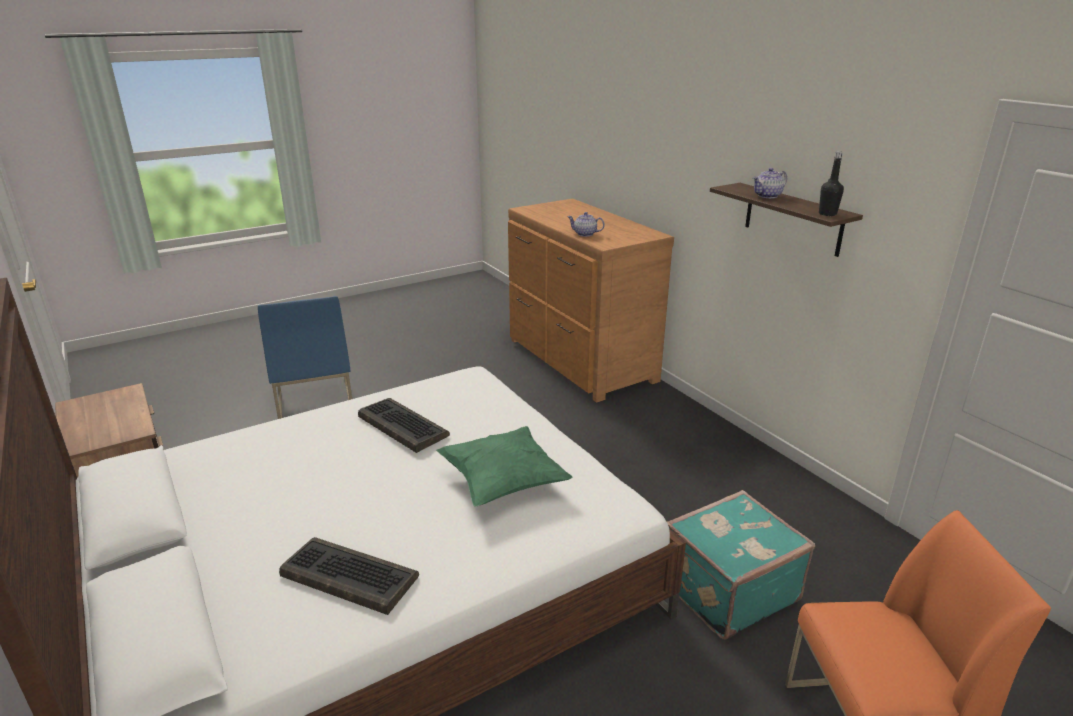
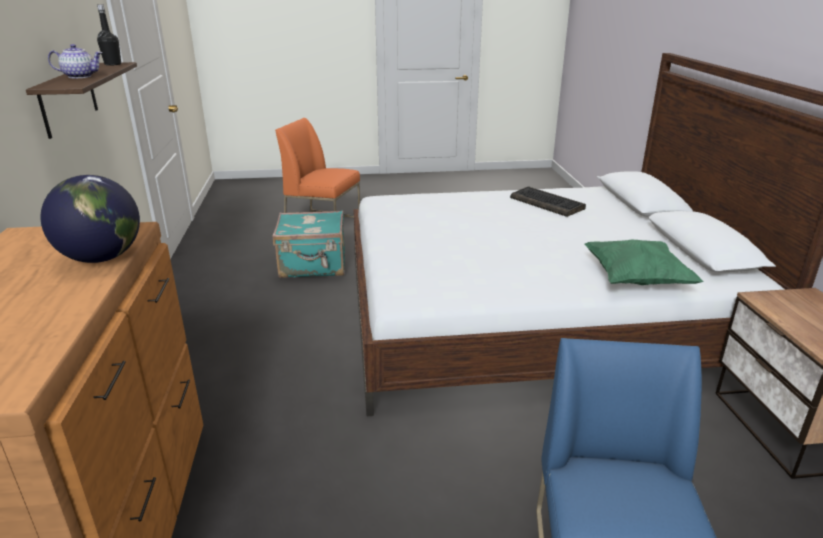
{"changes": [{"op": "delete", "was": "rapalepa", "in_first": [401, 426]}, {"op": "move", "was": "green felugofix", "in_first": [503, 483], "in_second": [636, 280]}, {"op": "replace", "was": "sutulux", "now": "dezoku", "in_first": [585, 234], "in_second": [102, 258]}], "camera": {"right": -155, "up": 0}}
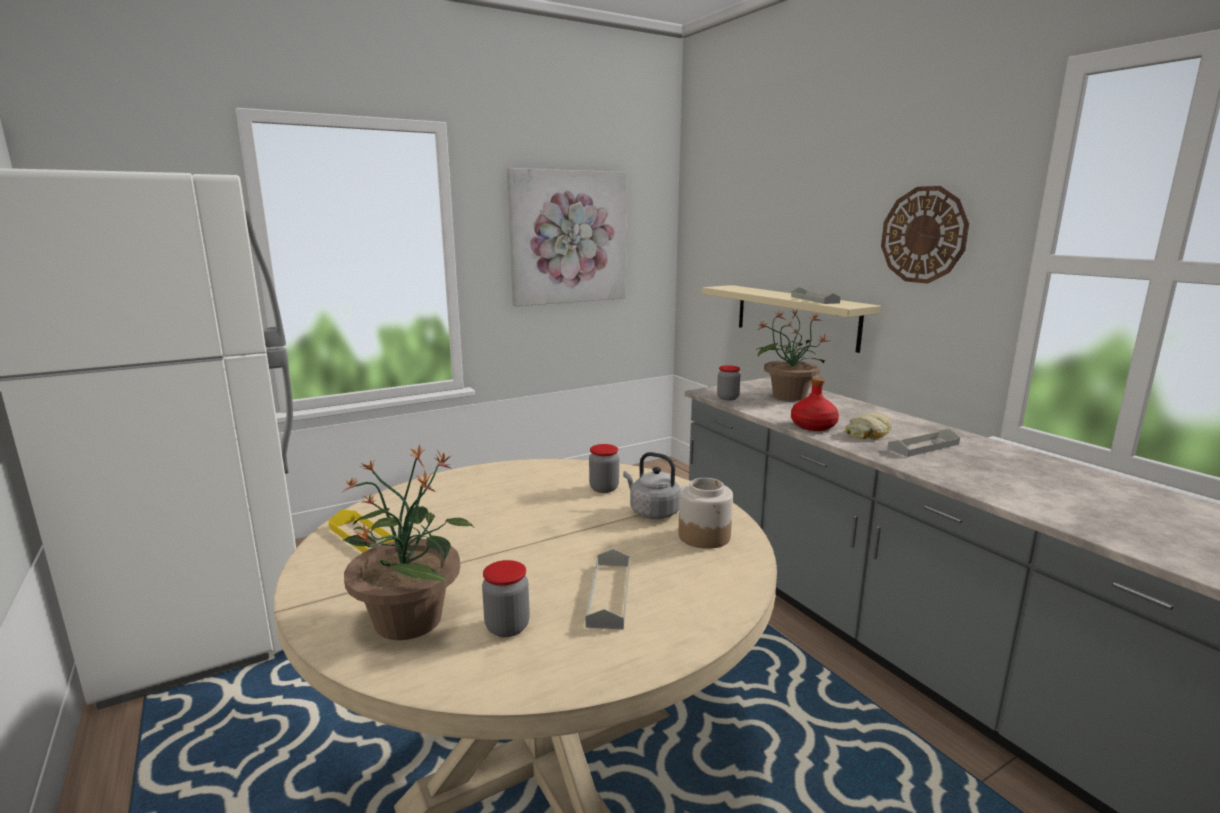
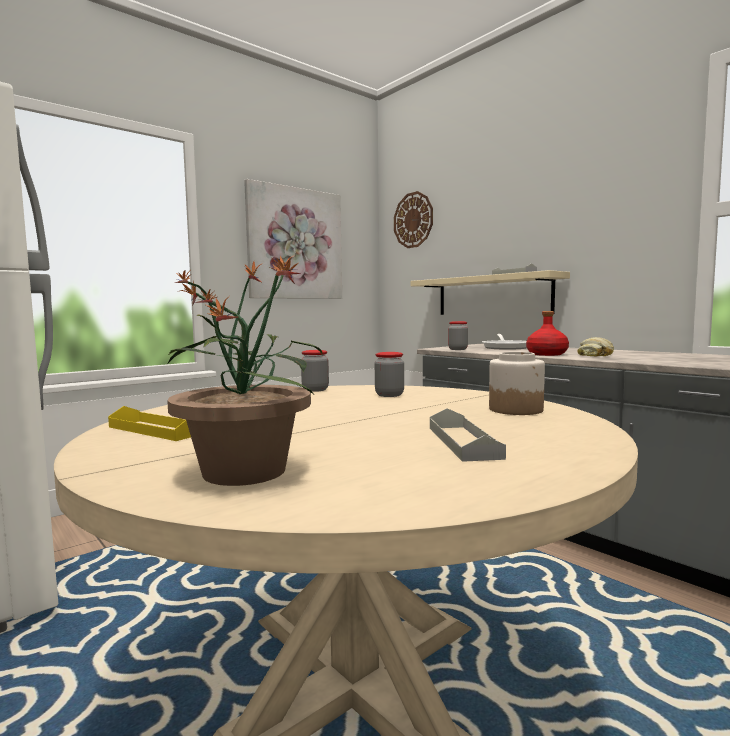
{"changes": [{"op": "move", "was": "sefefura", "in_first": [507, 627], "in_second": [315, 390]}, {"op": "delete", "was": "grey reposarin", "in_first": [652, 512]}, {"op": "replace", "was": "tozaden", "now": "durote", "in_first": [788, 396], "in_second": [506, 347]}, {"op": "move", "was": "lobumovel", "in_first": [923, 235], "in_second": [413, 220]}, {"op": "delete", "was": "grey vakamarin", "in_first": [923, 447]}], "camera": {"right": -10, "up": -10}}
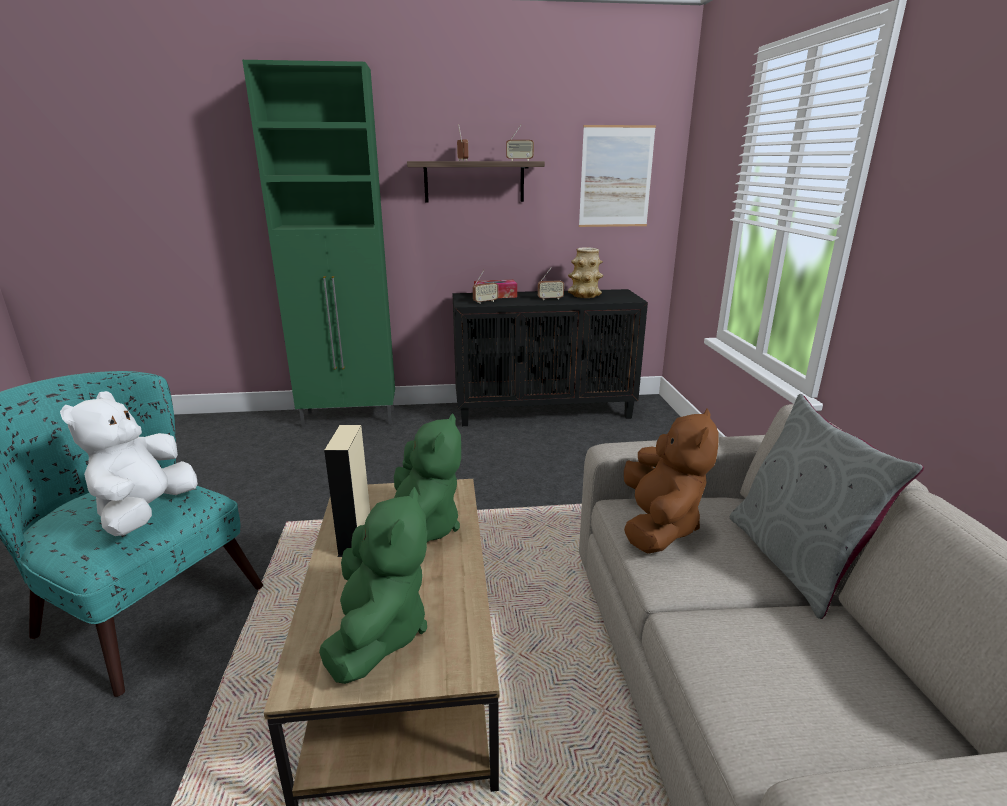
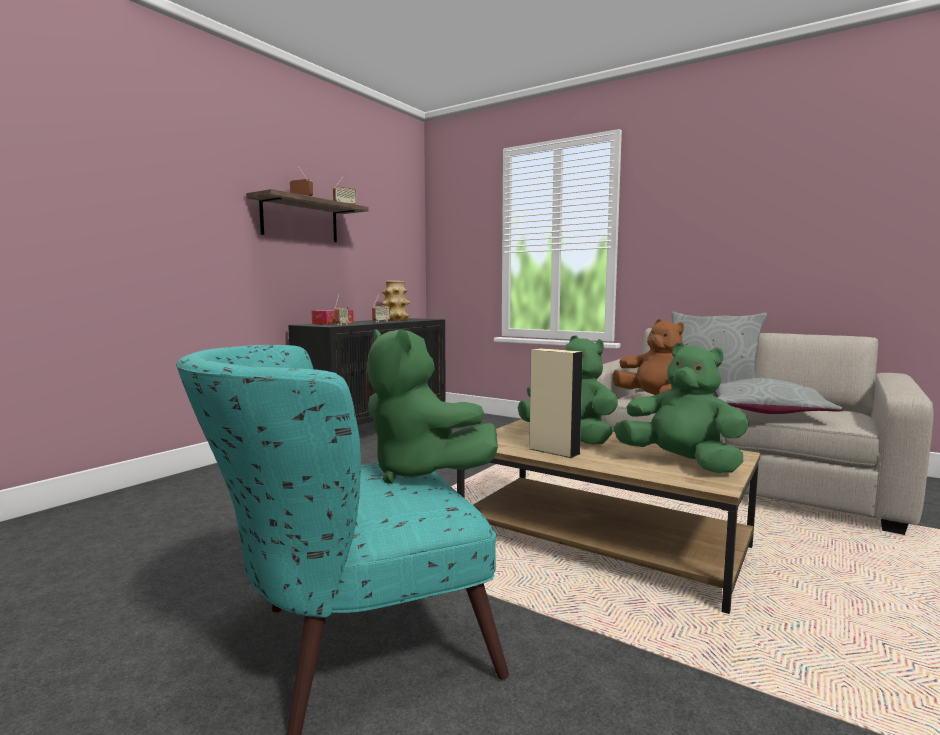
{"changes": [{"op": "recolor", "was": "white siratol", "now": "green siratol", "in_first": [146, 513], "in_second": [420, 472]}, {"op": "delete", "was": "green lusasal", "in_first": [350, 418]}, {"op": "delete", "was": "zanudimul", "in_first": [616, 177]}, {"op": "insert", "now": "grey felugofix", "in_second": [764, 411]}], "camera": {"right": -50, "up": -15}}
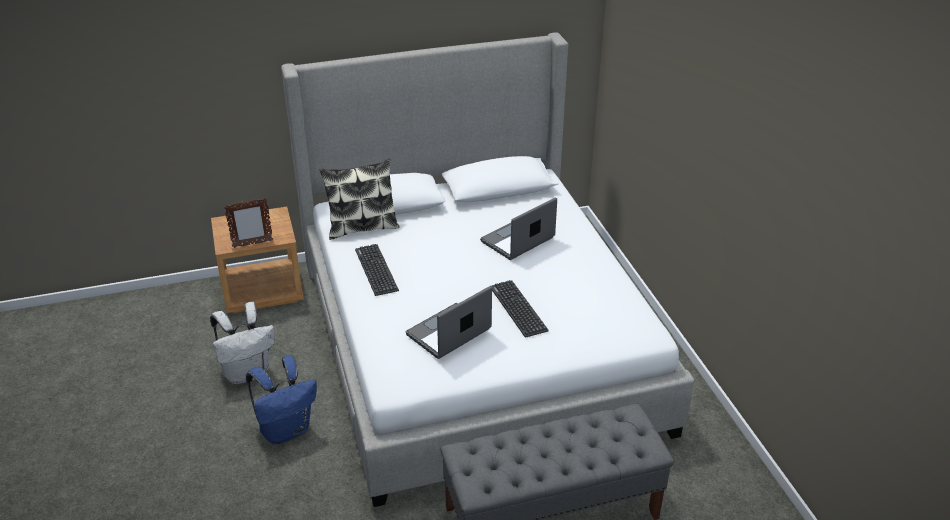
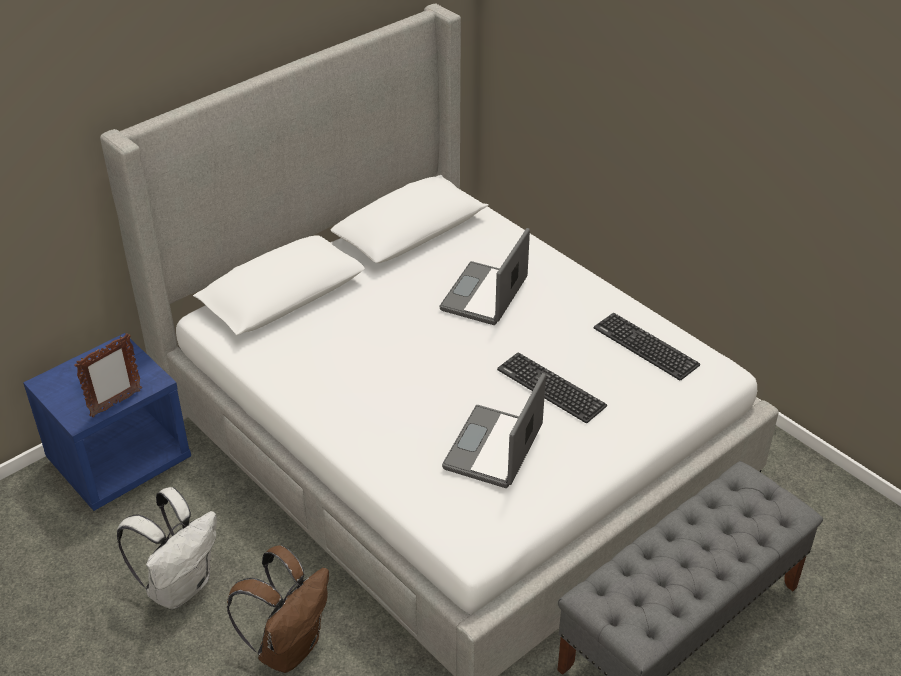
{"changes": [{"op": "recolor", "was": "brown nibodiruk", "now": "blue nibodiruk", "in_first": [263, 290], "in_second": [120, 461]}, {"op": "recolor", "was": "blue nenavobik", "now": "brown nenavobik", "in_first": [286, 430], "in_second": [289, 646]}, {"op": "delete", "was": "felugofix", "in_first": [362, 227]}, {"op": "move", "was": "rapalepa", "in_first": [376, 270], "in_second": [645, 347]}], "camera": {"right": -25, "up": 5}}
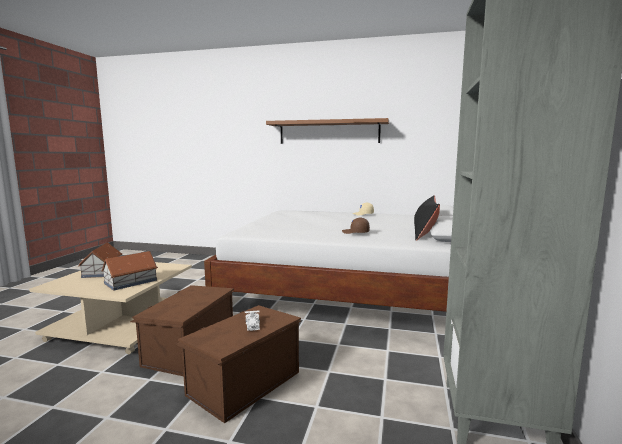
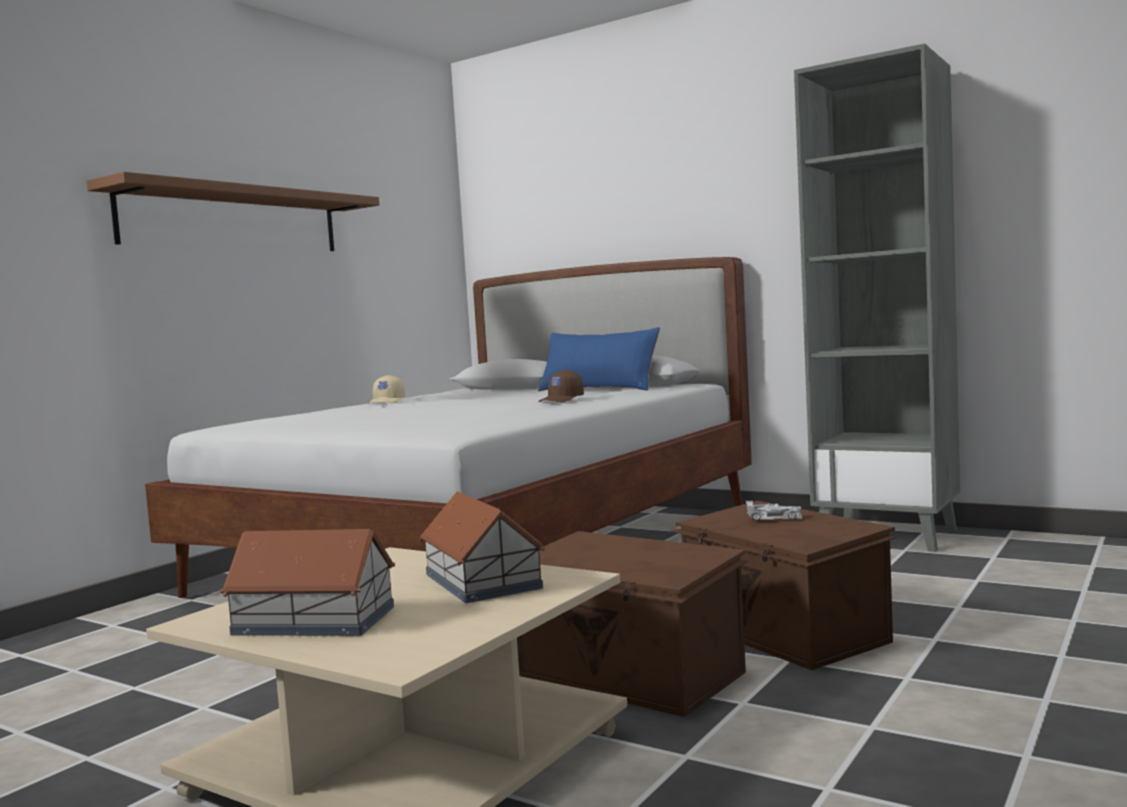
{"changes": [{"op": "recolor", "was": "black felugofix", "now": "blue felugofix", "in_first": [424, 233], "in_second": [598, 389]}], "camera": {"right": -70, "up": -5}}
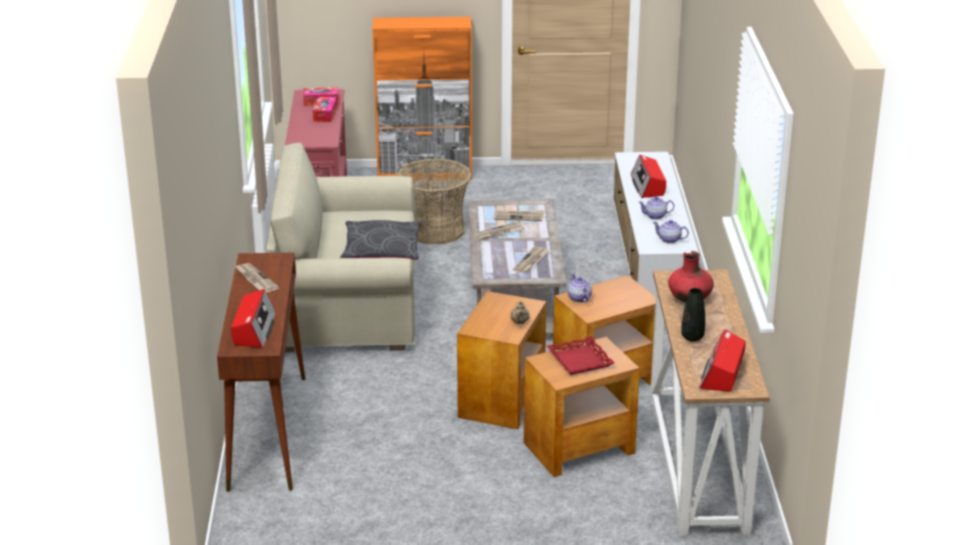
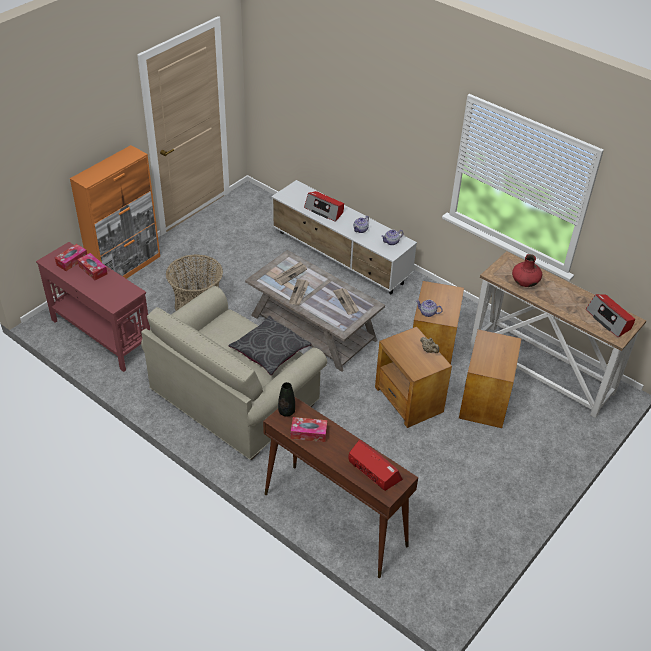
{"changes": [{"op": "replace", "was": "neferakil", "now": "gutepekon", "in_first": [255, 279], "in_second": [308, 433]}, {"op": "delete", "was": "red vakamarin", "in_first": [579, 360]}, {"op": "move", "was": "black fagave", "in_first": [692, 337], "in_second": [286, 412]}], "camera": {"right": -50, "up": 15}}
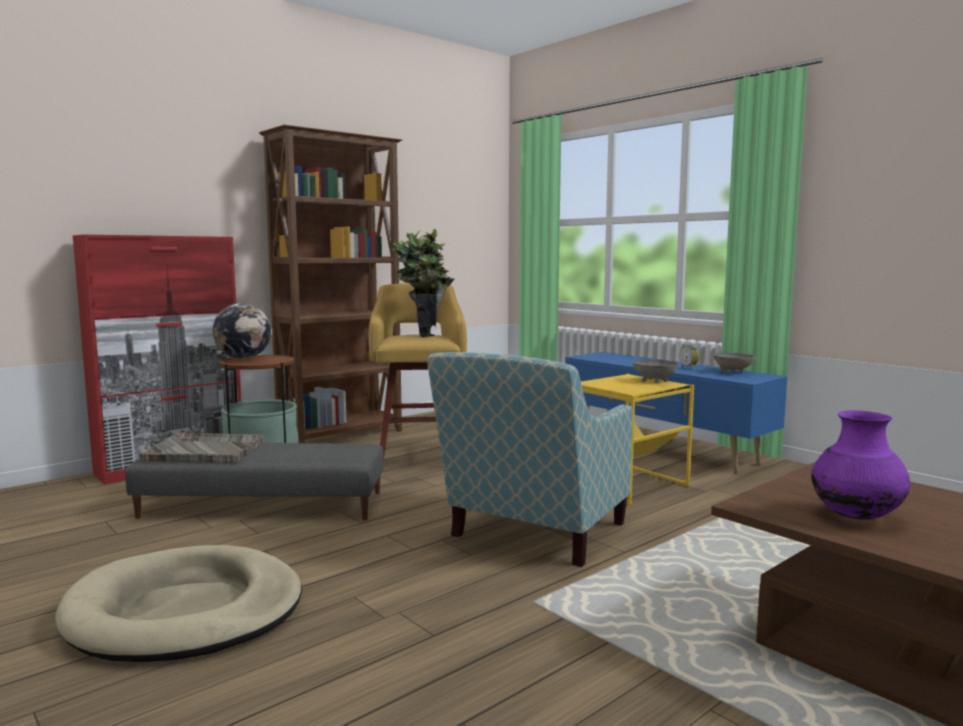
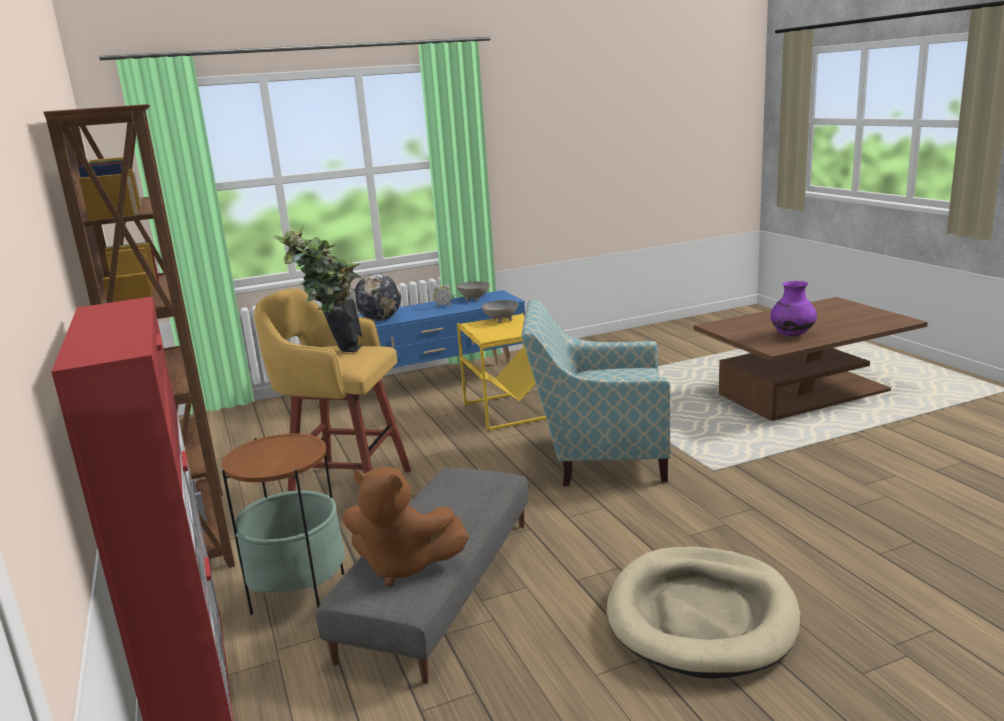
{"changes": [{"op": "replace", "was": "grey vakamarin", "now": "brown siratol", "in_first": [204, 450], "in_second": [403, 566]}, {"op": "move", "was": "dezoku", "in_first": [243, 358], "in_second": [380, 319]}, {"op": "rotate", "was": "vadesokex", "in_first": [532, 535], "in_second": [597, 458], "clockwise": 135}], "camera": {"right": -70, "up": 10}}
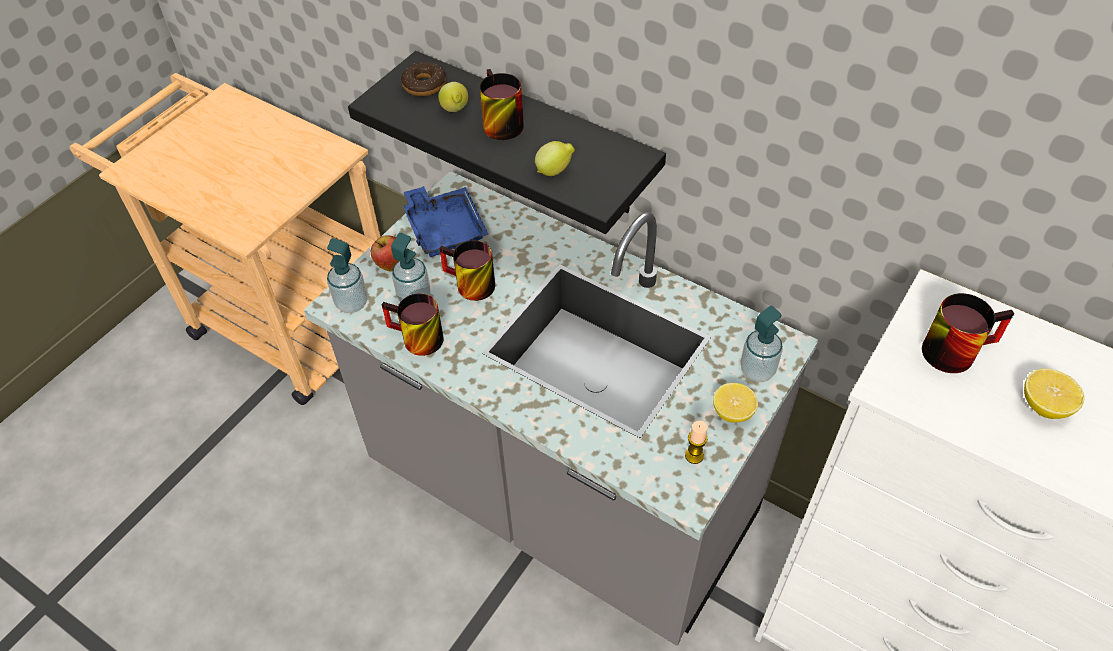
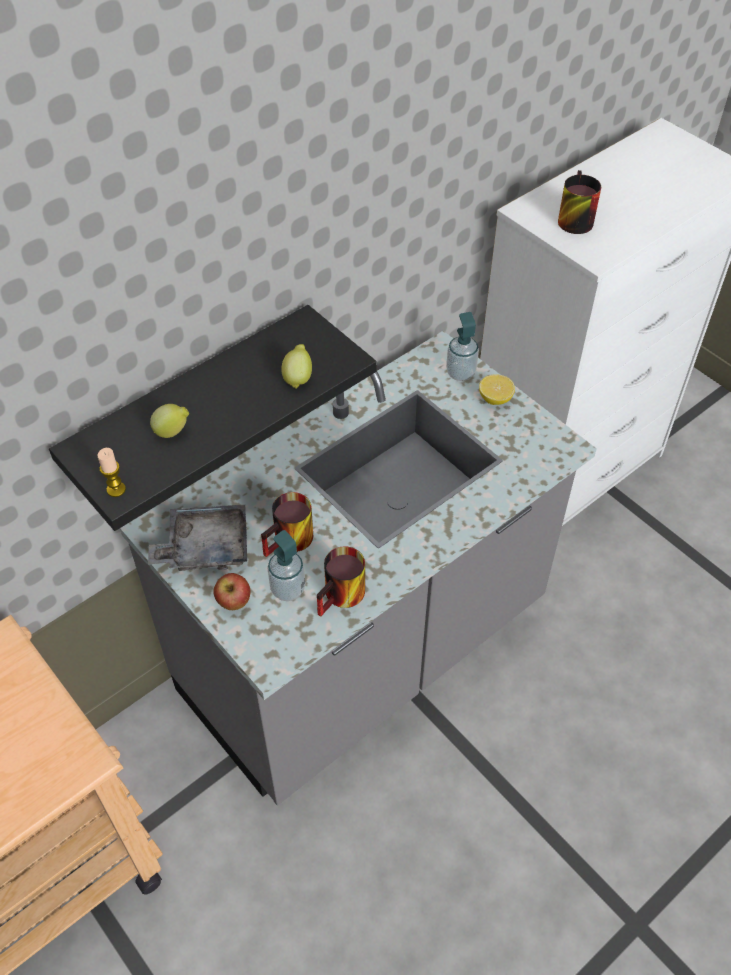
{"changes": [{"op": "delete", "was": "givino", "in_first": [352, 303]}, {"op": "delete", "was": "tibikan", "in_first": [424, 85]}, {"op": "recolor", "was": "blue vakamarin", "now": "grey vakamarin", "in_first": [444, 229], "in_second": [205, 547]}, {"op": "delete", "was": "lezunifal", "in_first": [497, 123]}, {"op": "move", "was": "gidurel", "in_first": [694, 455], "in_second": [116, 489]}, {"op": "delete", "was": "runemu", "in_first": [1044, 405]}], "camera": {"right": -75, "up": 0}}
